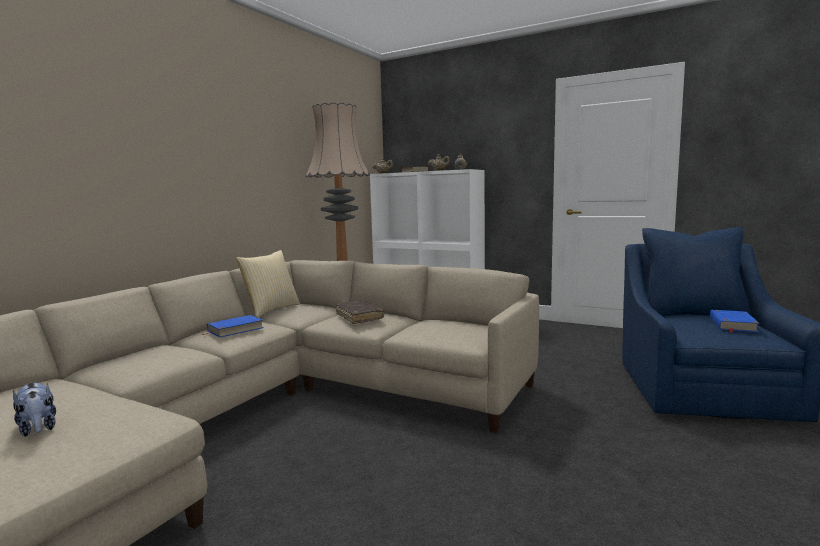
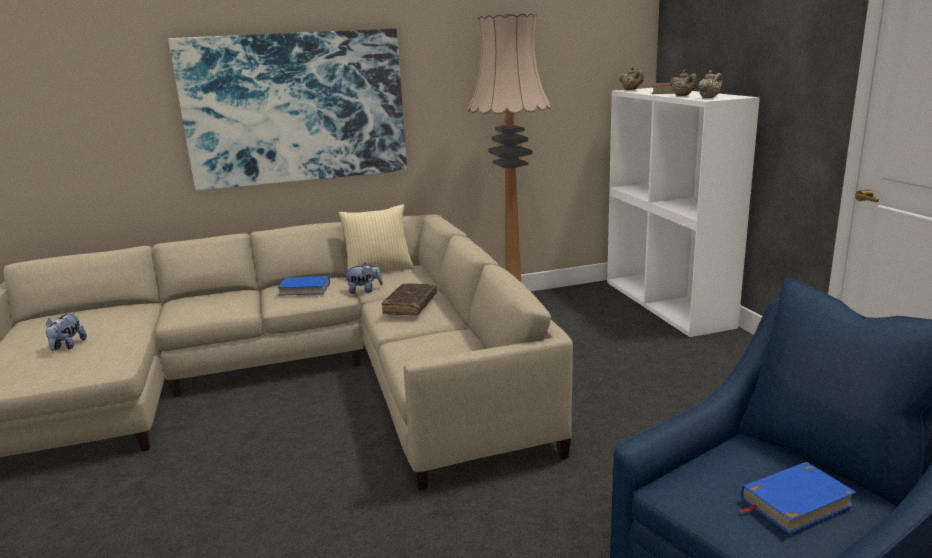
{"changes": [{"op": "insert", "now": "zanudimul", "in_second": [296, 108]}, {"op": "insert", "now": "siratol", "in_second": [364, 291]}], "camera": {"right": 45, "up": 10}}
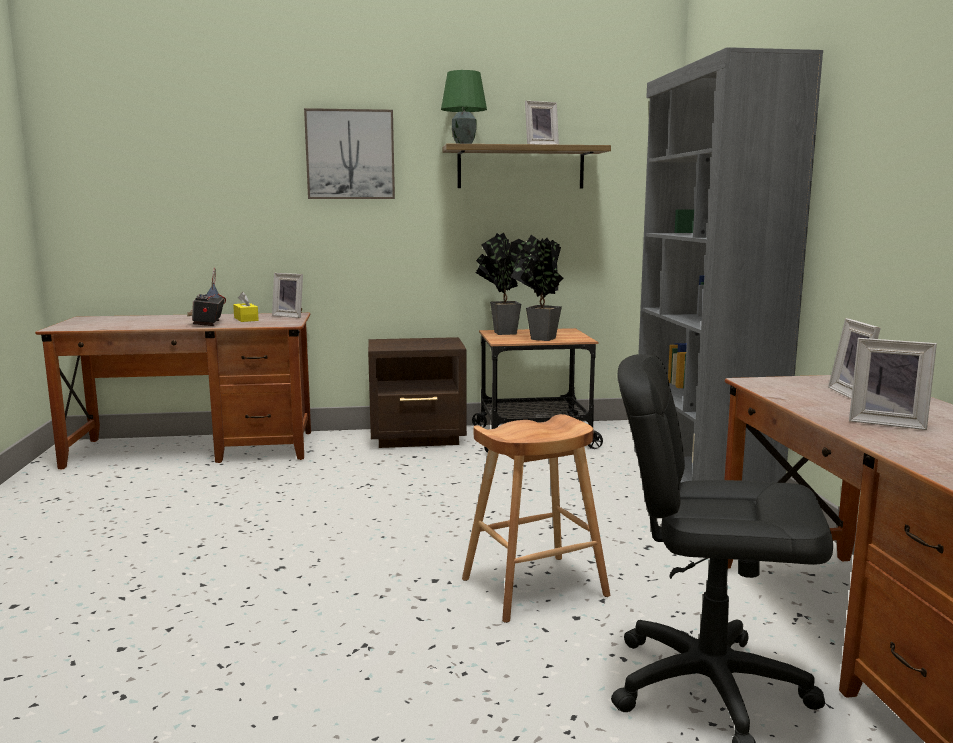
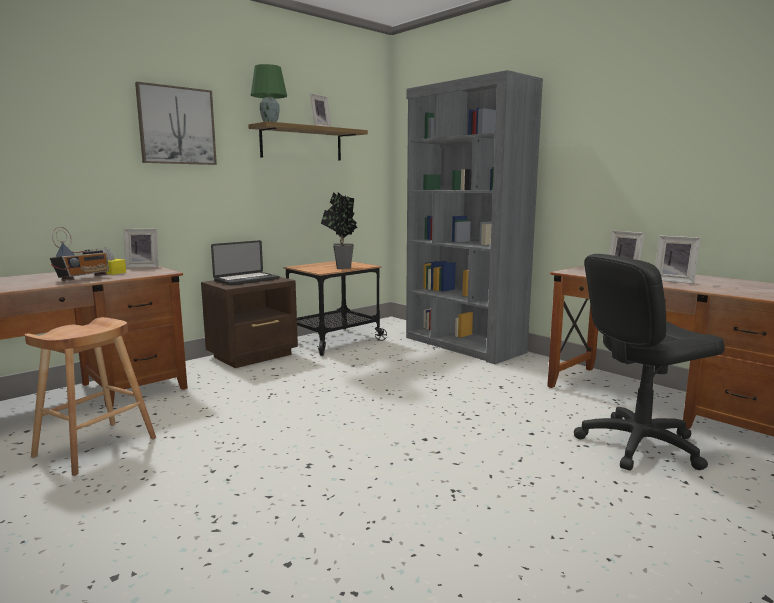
{"changes": [{"op": "rotate", "was": "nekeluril", "in_first": [208, 323], "in_second": [83, 278], "clockwise": -105}, {"op": "move", "was": "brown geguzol", "in_first": [535, 587], "in_second": [96, 447]}, {"op": "delete", "was": "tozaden", "in_first": [501, 333]}, {"op": "rotate", "was": "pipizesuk", "in_first": [887, 422], "in_second": [674, 281], "clockwise": 45}, {"op": "insert", "now": "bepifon", "in_second": [247, 280]}], "camera": {"right": -35, "up": 0}}
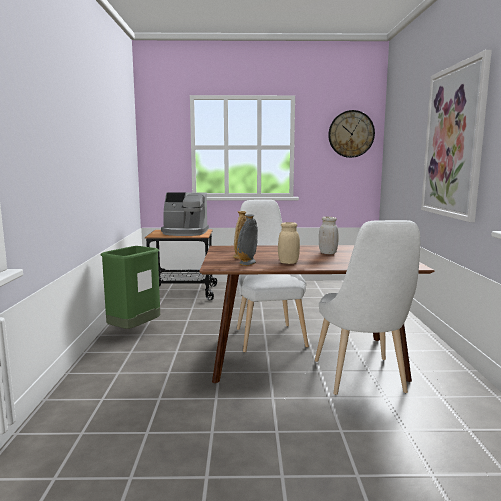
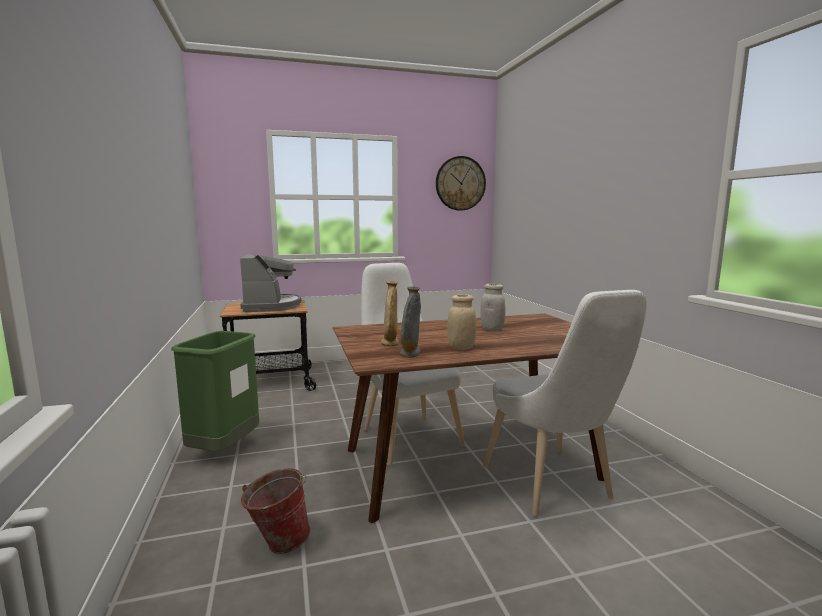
{"changes": [{"op": "rotate", "was": "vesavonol", "in_first": [185, 232], "in_second": [271, 306], "clockwise": -90}, {"op": "delete", "was": "zanudimul", "in_first": [453, 142]}, {"op": "insert", "now": "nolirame", "in_second": [278, 542]}], "camera": {"right": -15, "up": 0}}
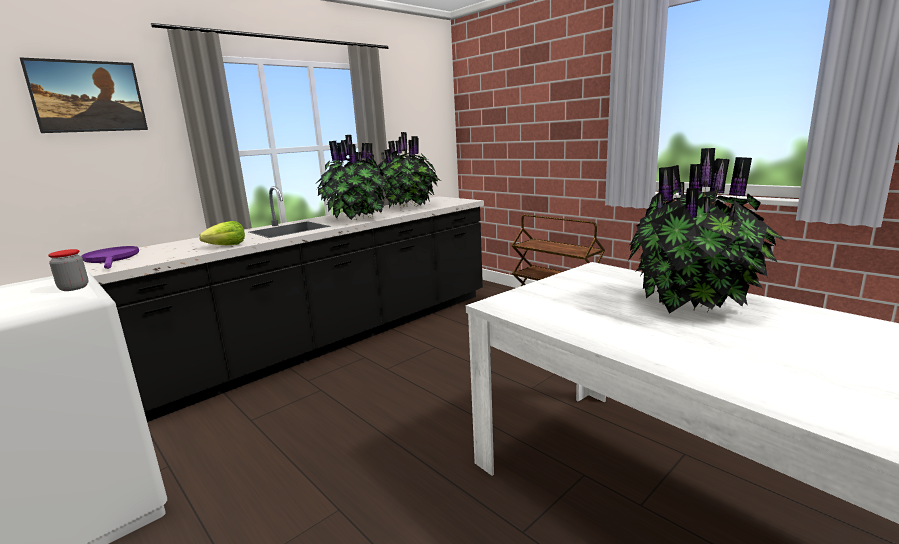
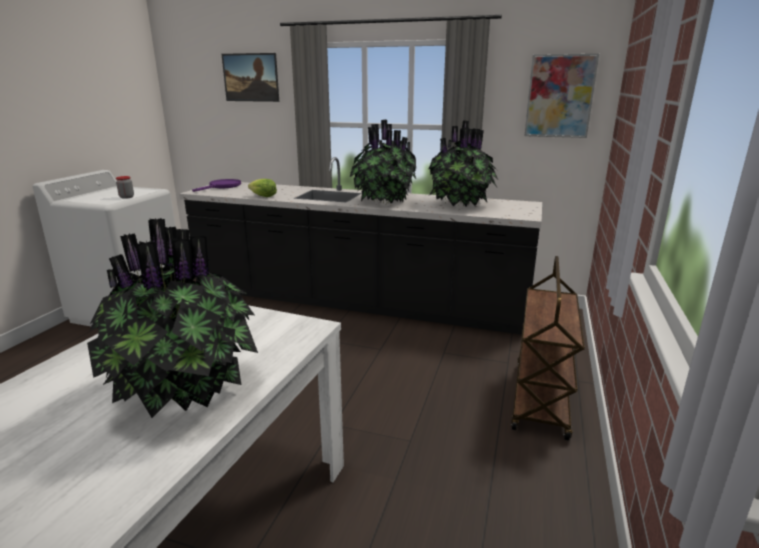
{"changes": [{"op": "insert", "now": "zanudimul", "in_second": [560, 96]}], "camera": {"right": 60, "up": 5}}
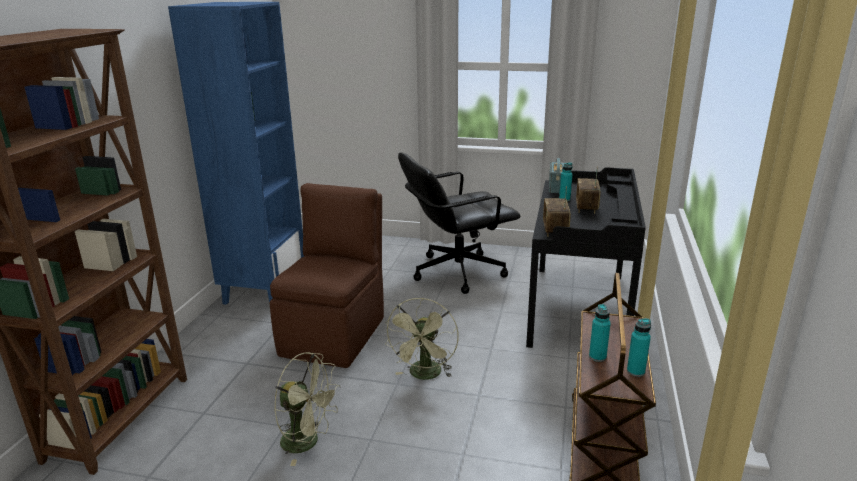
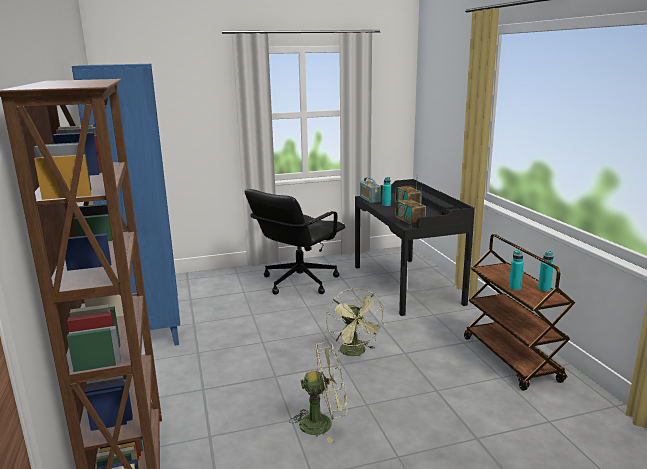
{"changes": [{"op": "delete", "was": "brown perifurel", "in_first": [335, 334]}], "camera": {"right": -30, "up": -5}}
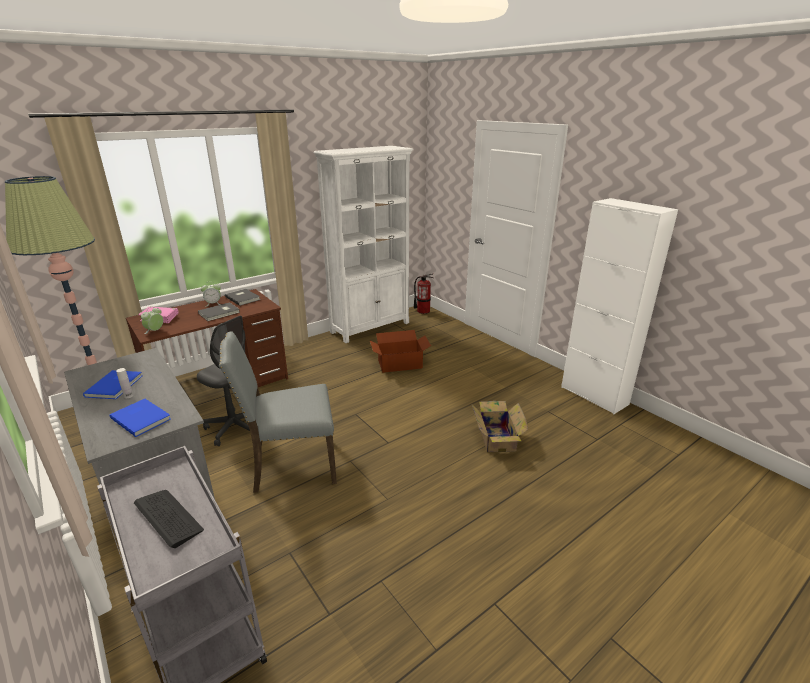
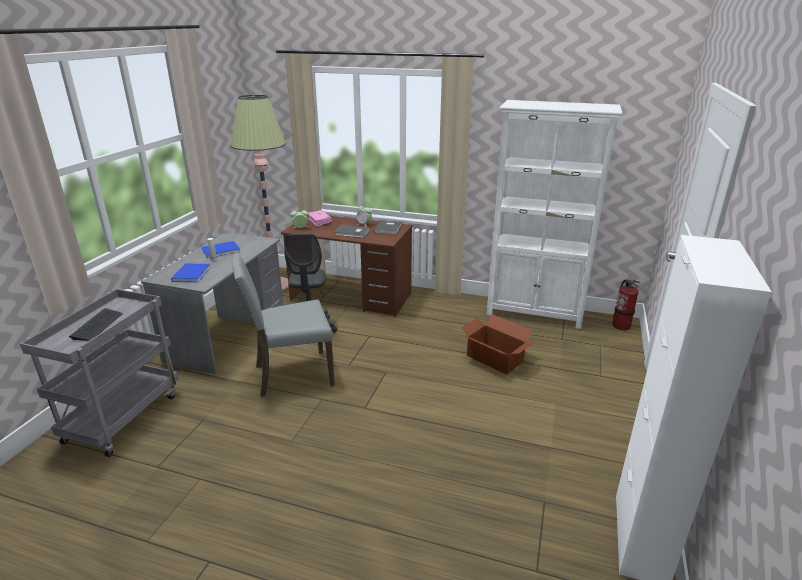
{"changes": [{"op": "rotate", "was": "grey perifurel", "in_first": [292, 465], "in_second": [291, 374], "clockwise": -60}, {"op": "delete", "was": "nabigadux", "in_first": [497, 437]}], "camera": {"right": 55, "up": 0}}
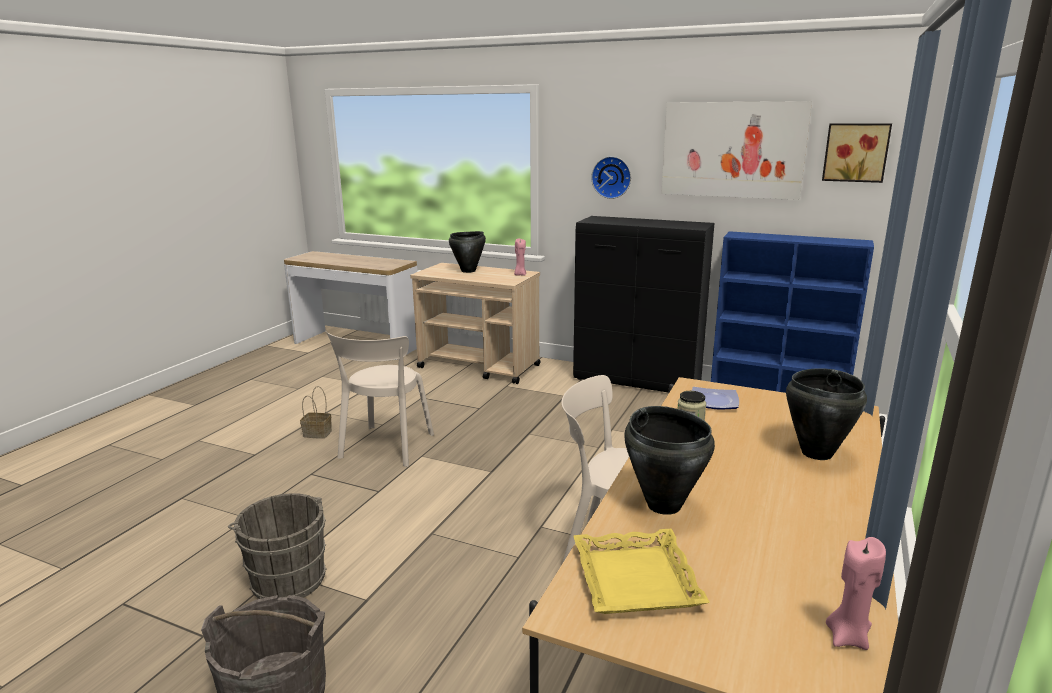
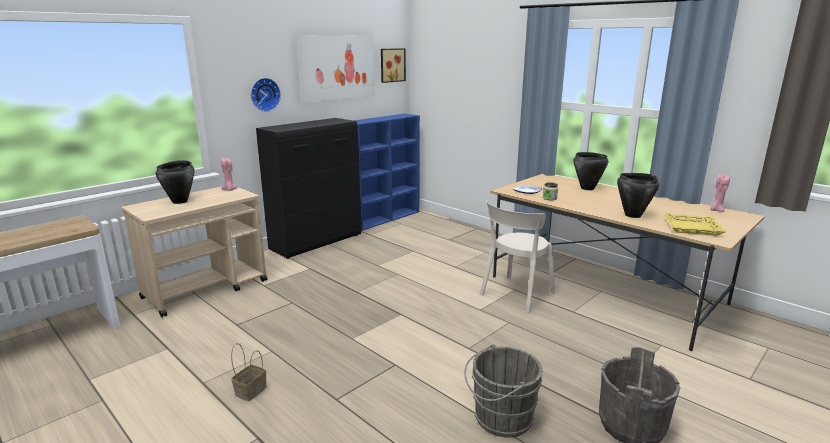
{"changes": [{"op": "delete", "was": "beige perifurel", "in_first": [385, 448]}], "camera": {"right": -70, "up": 0}}
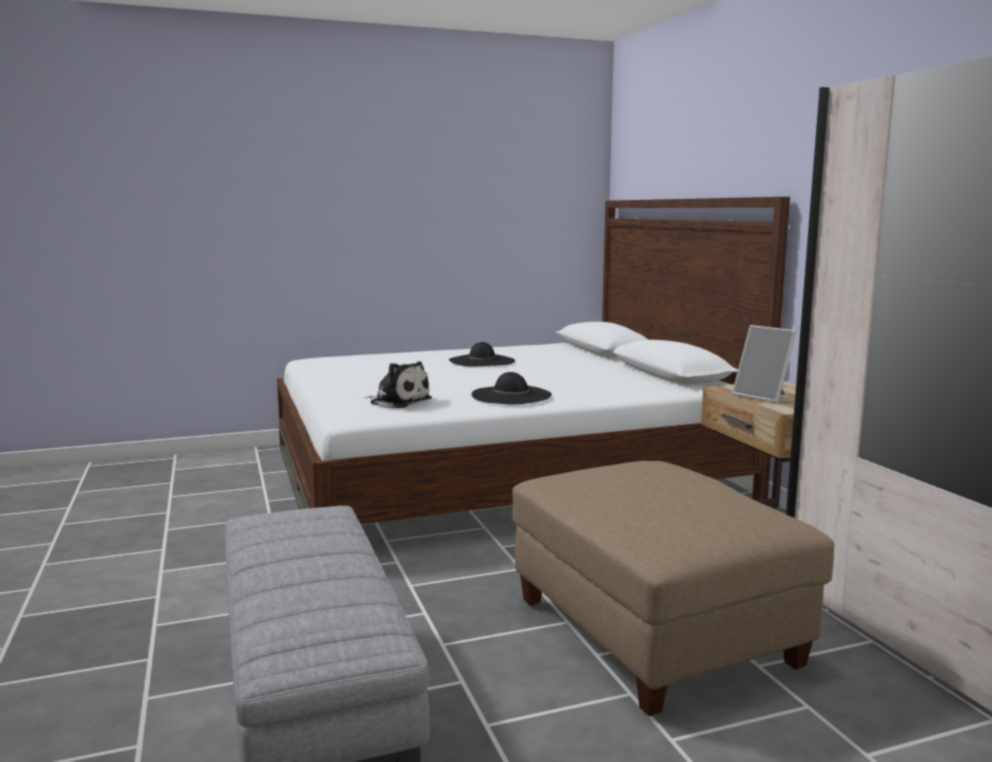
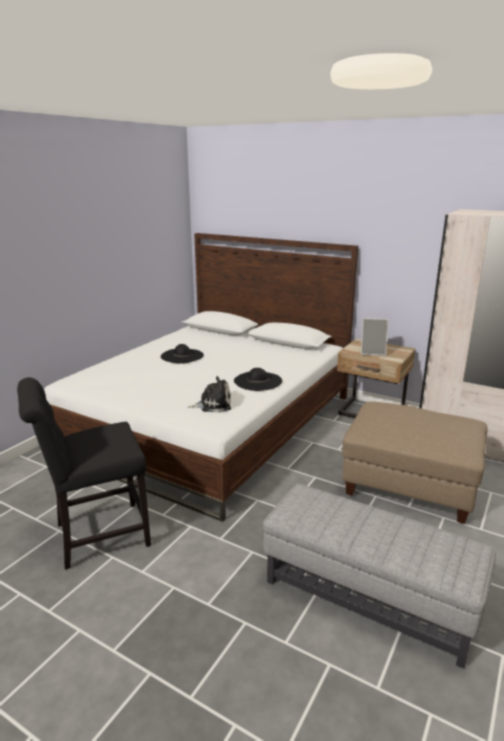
{"changes": [{"op": "insert", "now": "black perifurel", "in_second": [96, 536]}], "camera": {"right": -40, "up": 10}}
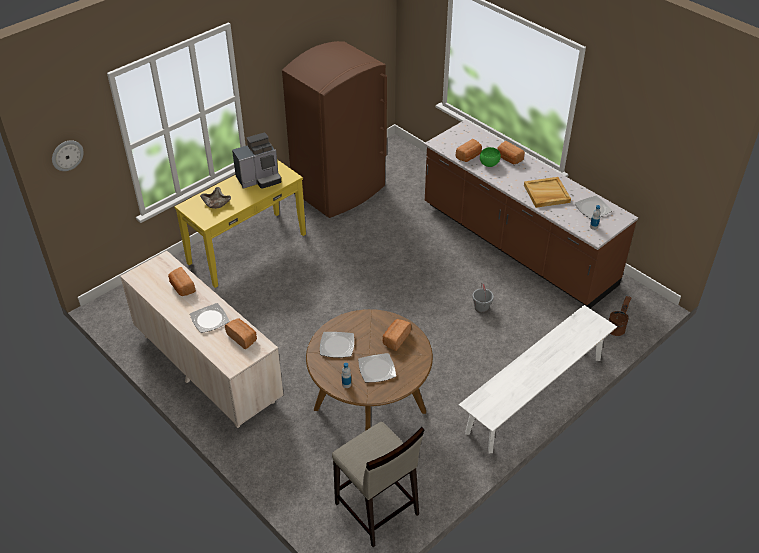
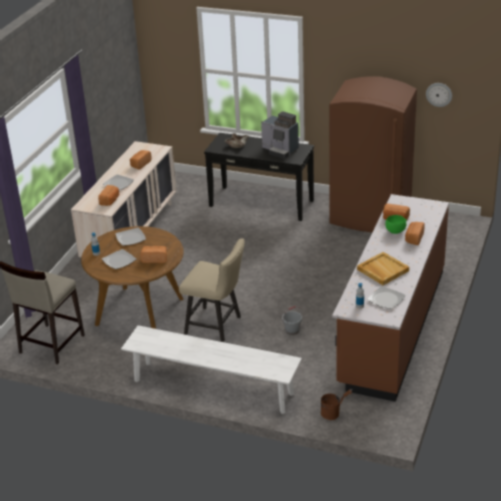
{"changes": [{"op": "move", "was": "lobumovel", "in_first": [67, 155], "in_second": [439, 94]}, {"op": "recolor", "was": "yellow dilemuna", "now": "black dilemuna", "in_first": [247, 248], "in_second": [261, 203]}, {"op": "insert", "now": "beige perifurel", "in_second": [217, 326]}], "camera": {"right": 65, "up": -10}}
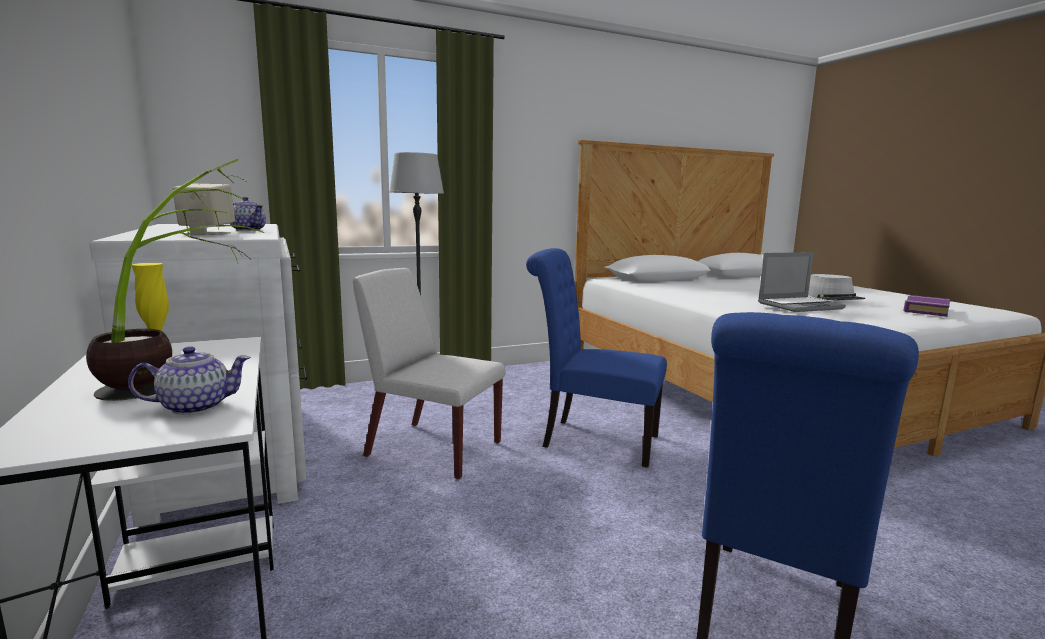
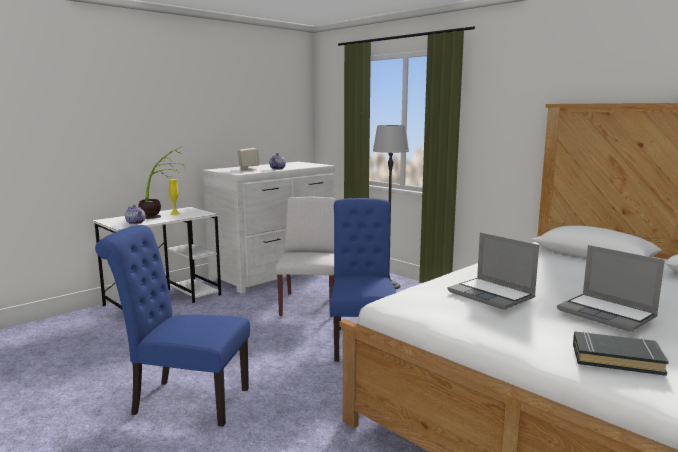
{"changes": [{"op": "replace", "was": "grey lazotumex", "now": "bepifon", "in_first": [832, 297], "in_second": [607, 314]}, {"op": "recolor", "was": "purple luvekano", "now": "black luvekano", "in_first": [925, 310], "in_second": [616, 358]}], "camera": {"right": 70, "up": 0}}
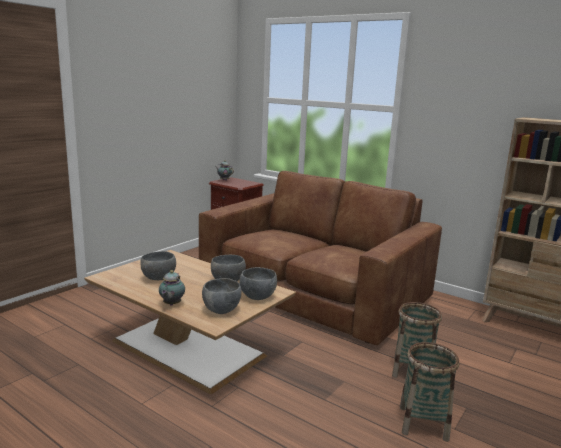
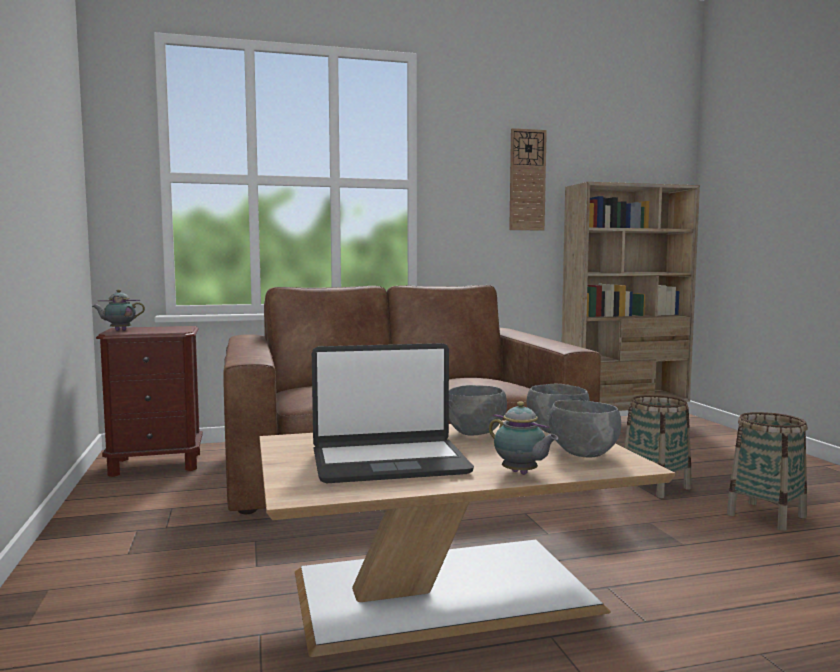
{"changes": [{"op": "replace", "was": "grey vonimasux", "now": "bepifon", "in_first": [159, 278], "in_second": [389, 462]}, {"op": "insert", "now": "lobumovel", "in_second": [527, 180]}], "camera": {"right": -50, "up": -10}}
